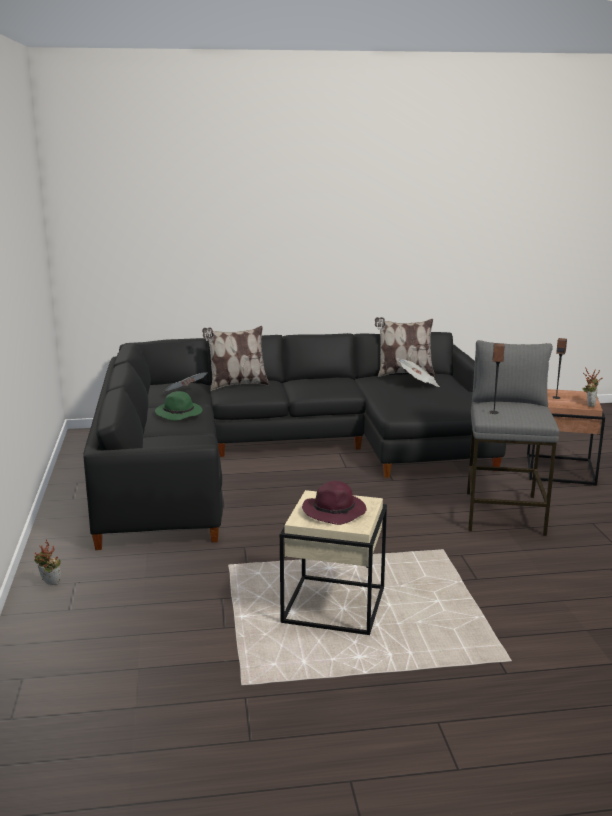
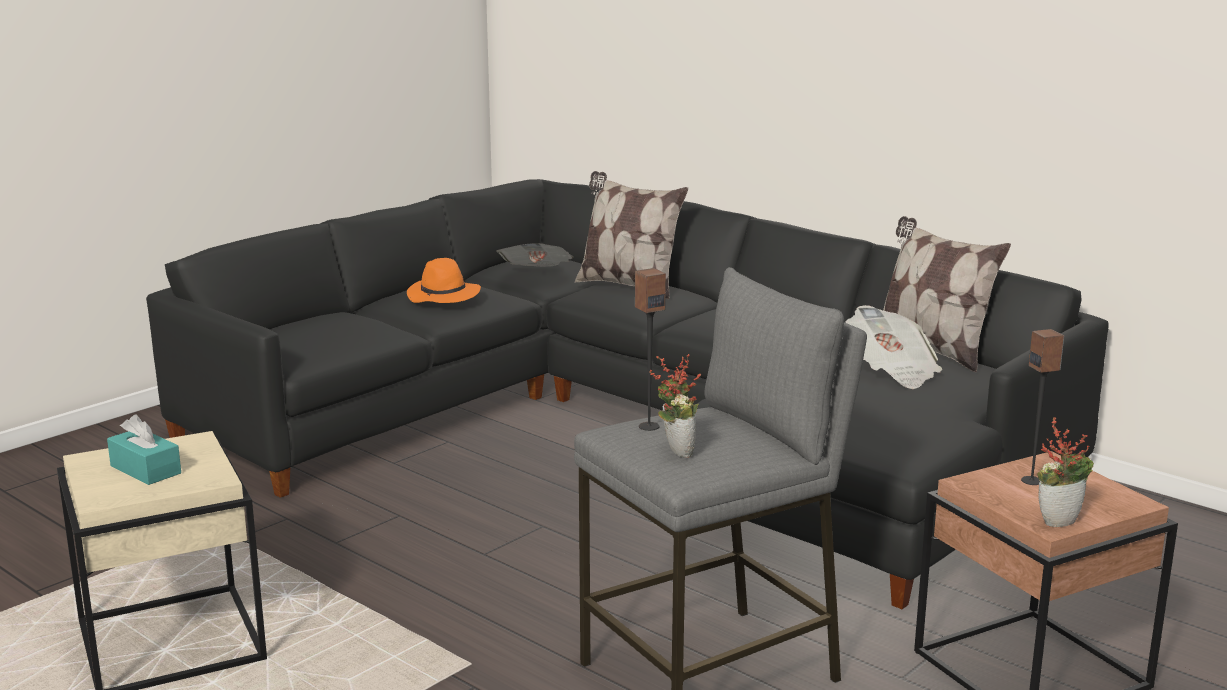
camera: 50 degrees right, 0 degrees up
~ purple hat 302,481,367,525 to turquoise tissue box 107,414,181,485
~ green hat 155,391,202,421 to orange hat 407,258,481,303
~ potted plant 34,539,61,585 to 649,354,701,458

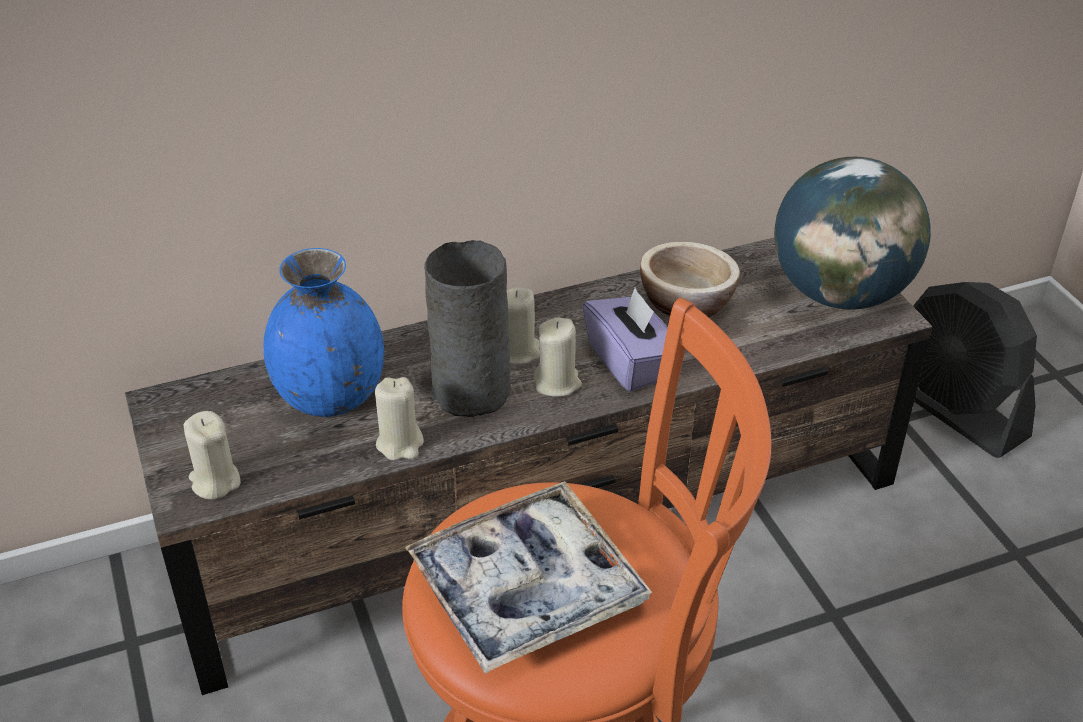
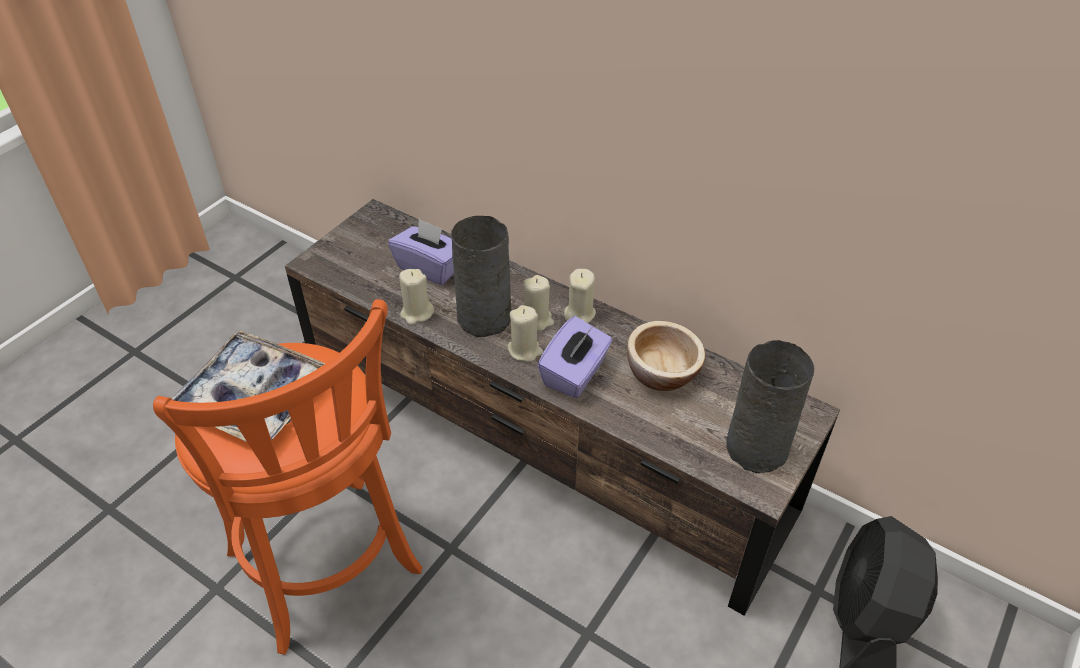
camera: 55 degrees right, 5 degrees up
~ blue vase 264,248,384,417 to purple tissue box 388,219,454,285
~ beige candle 183,411,241,499 to 564,269,596,323
~ globe 774,157,930,310 to grey vase 726,340,814,473

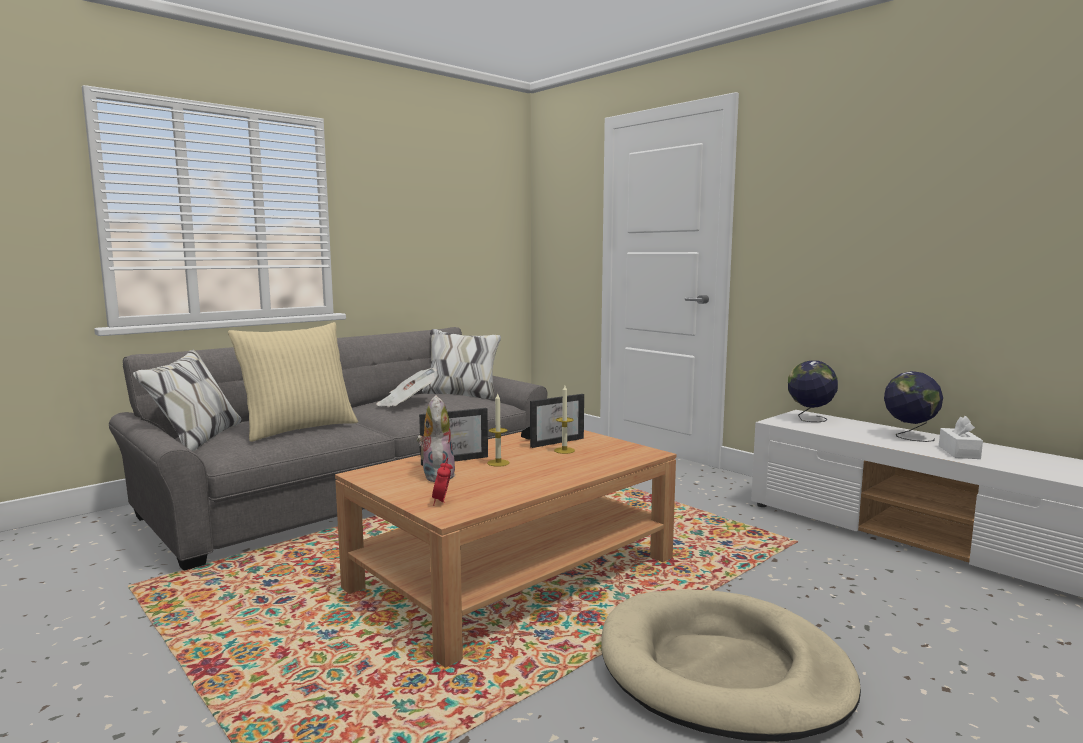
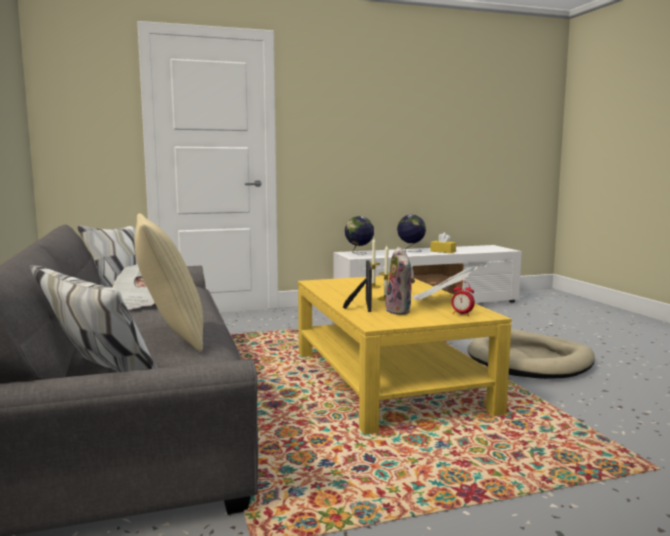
camera: 65 degrees left, 0 degrees up
~ brown coffee table 335,430,676,668 to yellow coffee table 298,275,512,435
~ plush toy 417,395,455,482 = 386,247,415,315 120 degrees counterclockwise
+ newspaper 413,266,478,301
~ white tissue box 939,416,983,459 to yellow tissue box 430,233,456,253
- picture frame 521,394,584,448

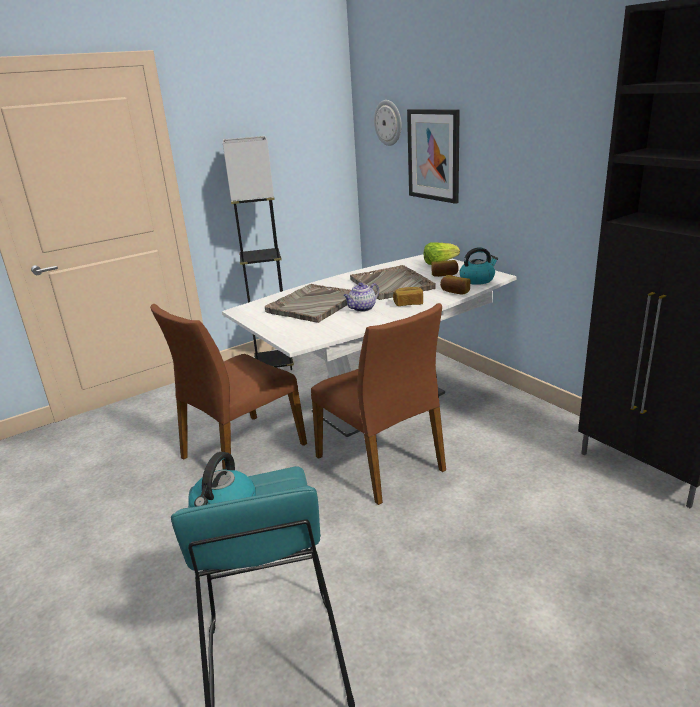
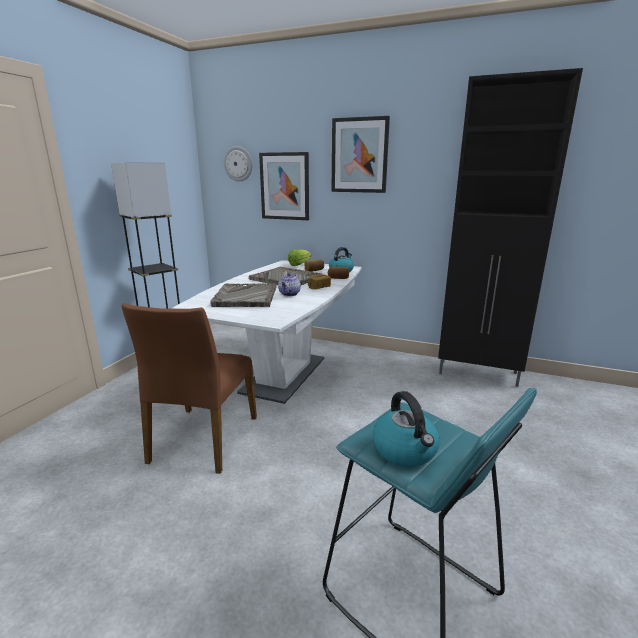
camera: 35 degrees left, 5 degrees down
+ picture 331,116,390,193
- brown chair 311,303,446,505

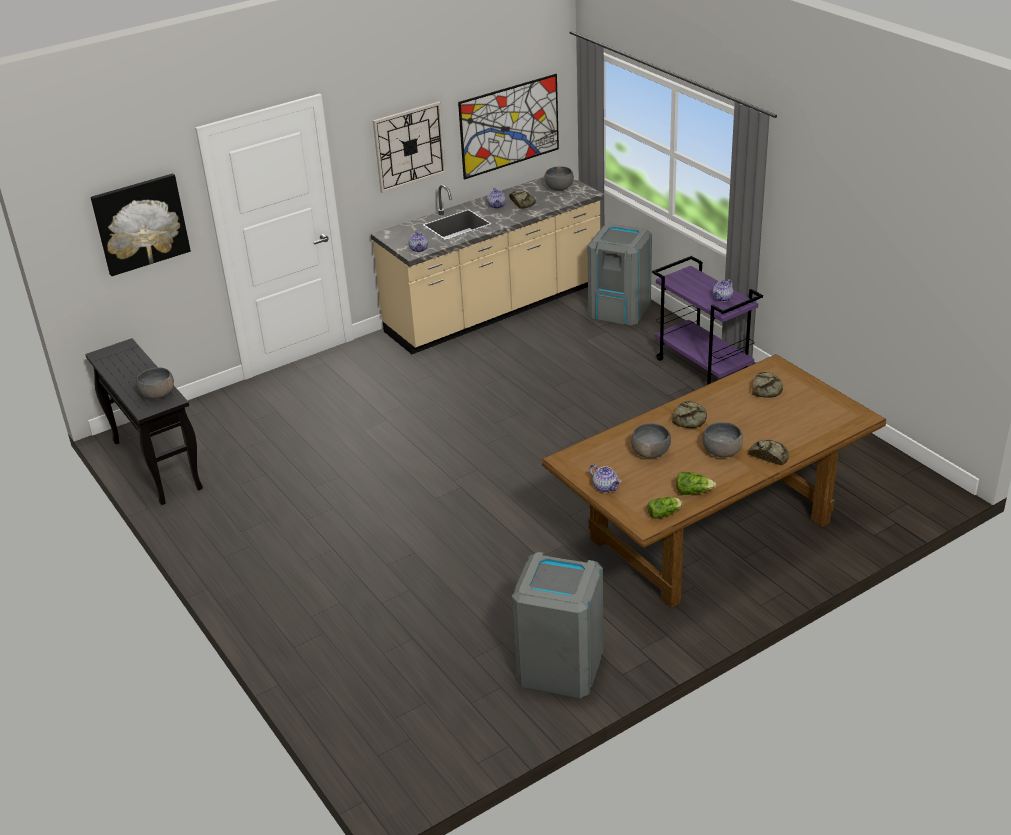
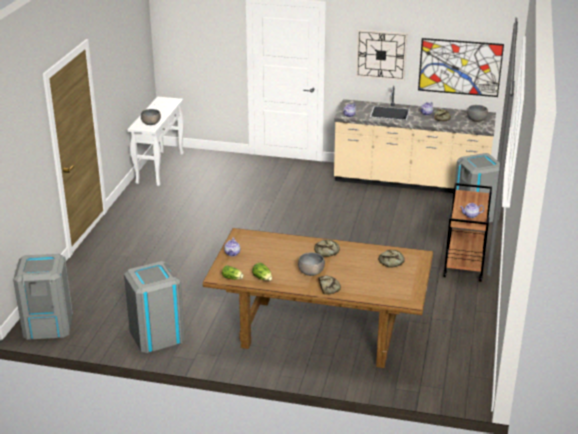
camera: 45 degrees right, 5 degrees down
+ grey trash can 13,254,73,340
~ black console table 85,338,203,505 to white console table 128,96,184,186
~ purple cart 652,256,763,385 to brown cart 443,183,492,282
- picture 91,174,191,276
- grey bowl 631,423,671,458

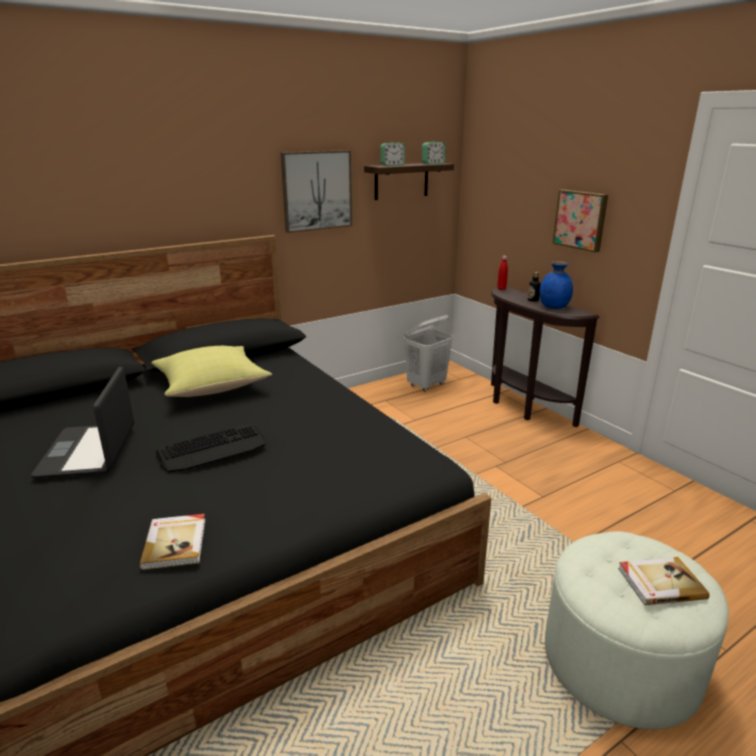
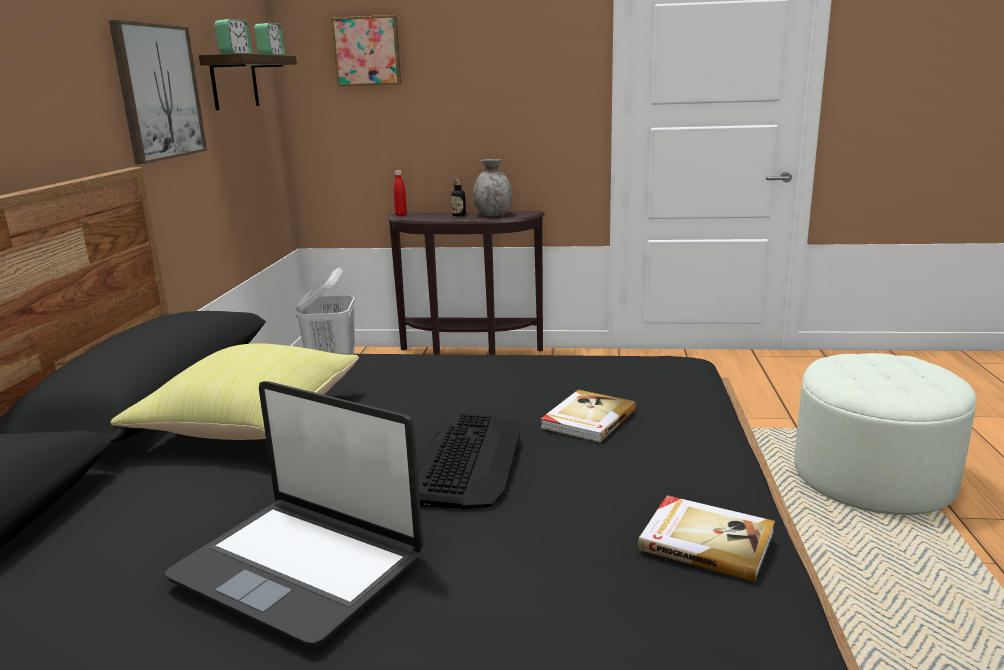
camera: 50 degrees left, 5 degrees down
~ picture 552,189,608,252 to 331,15,401,86
~ blue vase 539,261,573,309 to grey vase 473,159,512,216
~ book 618,557,710,605 to 541,390,636,443

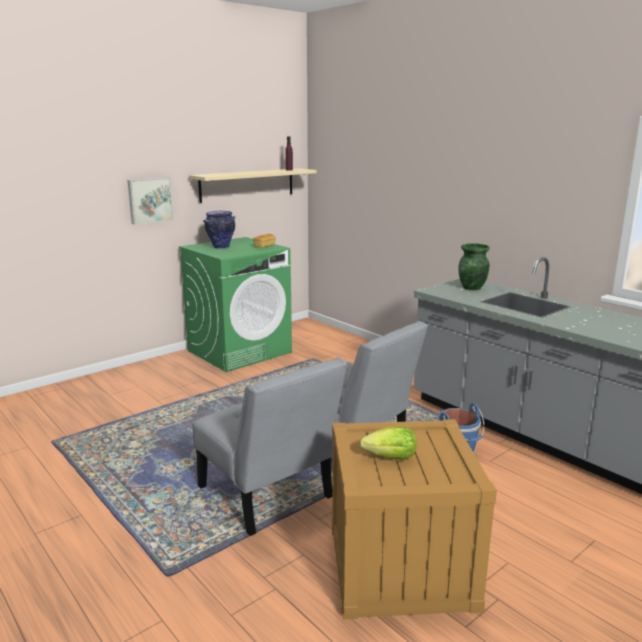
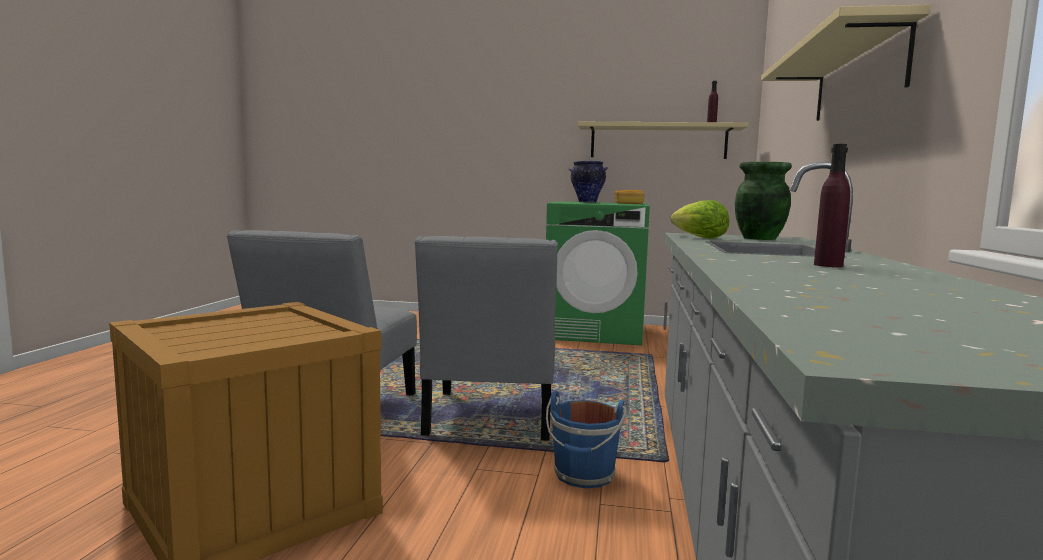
camera: 50 degrees right, 10 degrees down
~ lettuce 360,426,417,460 to 670,200,729,239
+ beige shelf 761,4,930,121
+ purple bottle 814,144,850,267
- picture 127,178,173,225

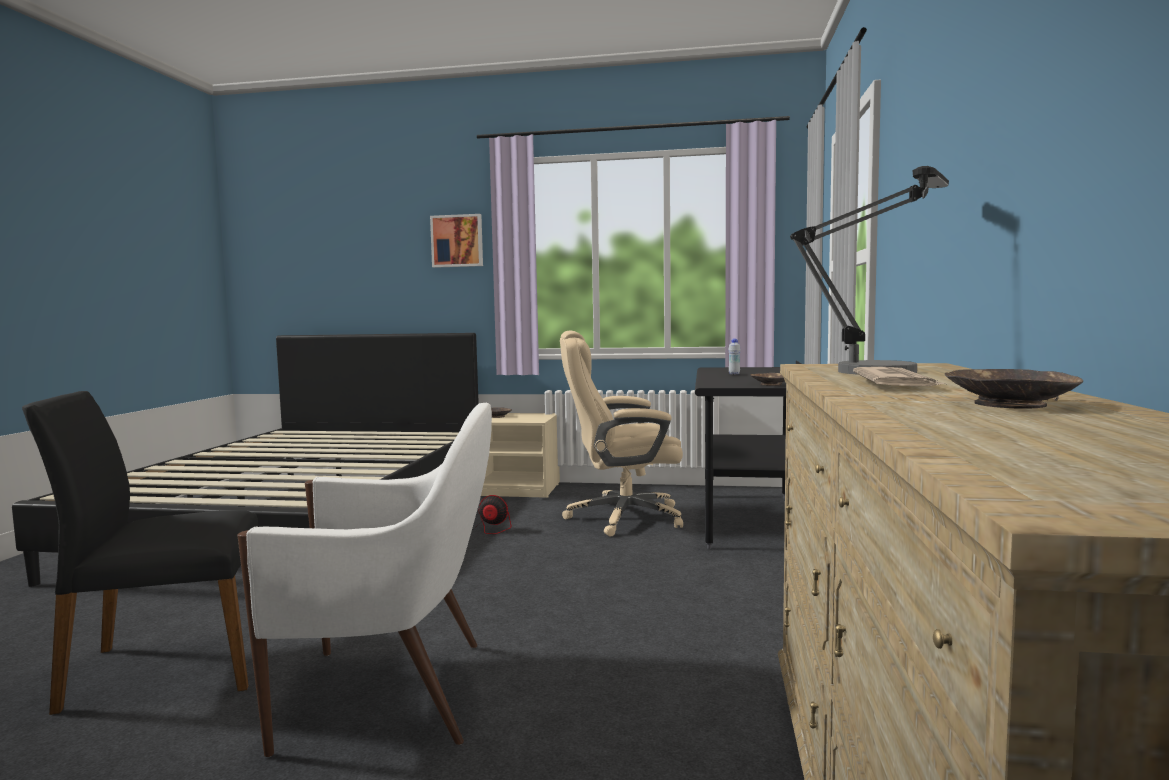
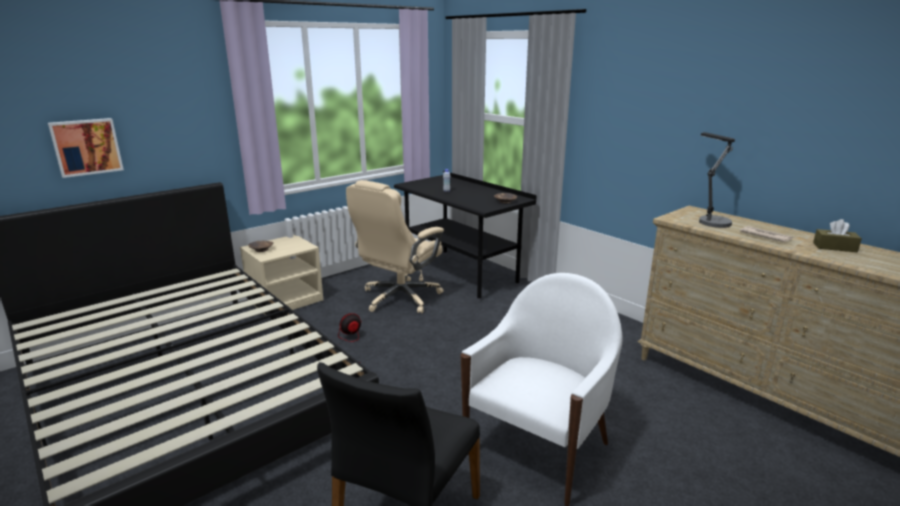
camera: 50 degrees left, 15 degrees up
~ picture 430,214,483,268 to 48,118,124,178
~ brown bowl 945,369,1083,409 to brown tissue box 813,219,862,252

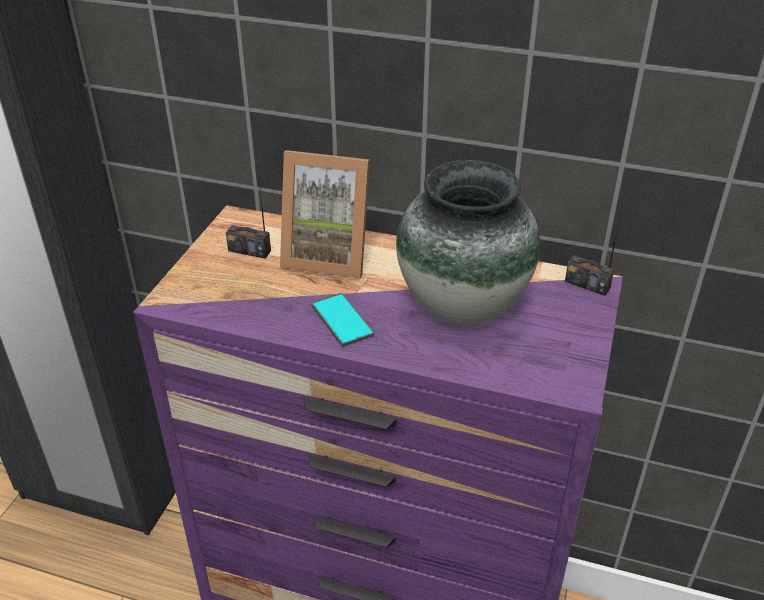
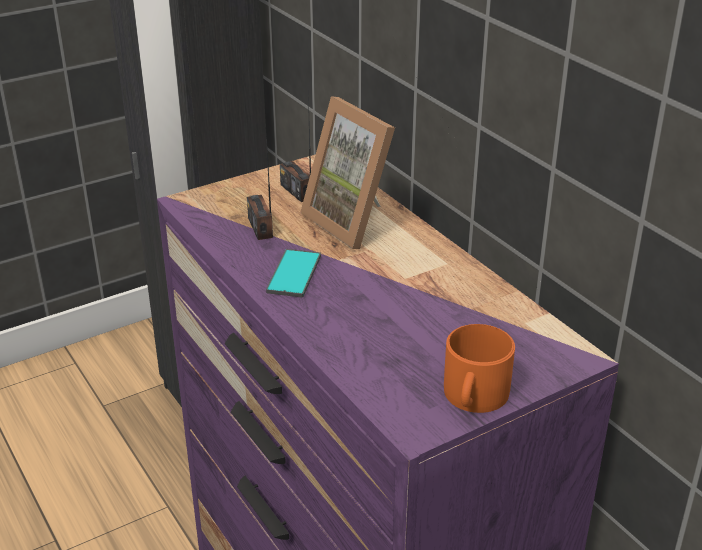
camera: 40 degrees right, 5 degrees down
~ radio 565,189,626,296 to 247,131,273,240
+ orange mug 444,324,515,413
- vase 396,160,540,325

